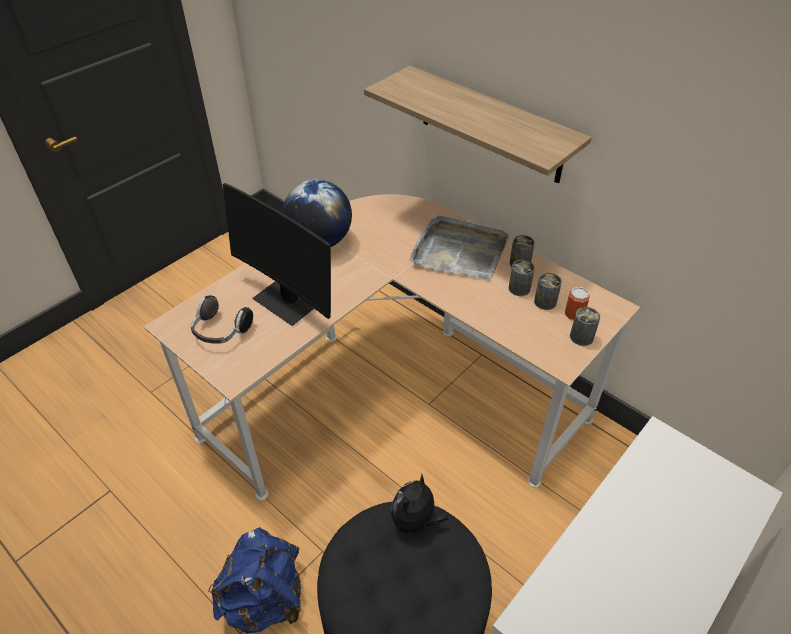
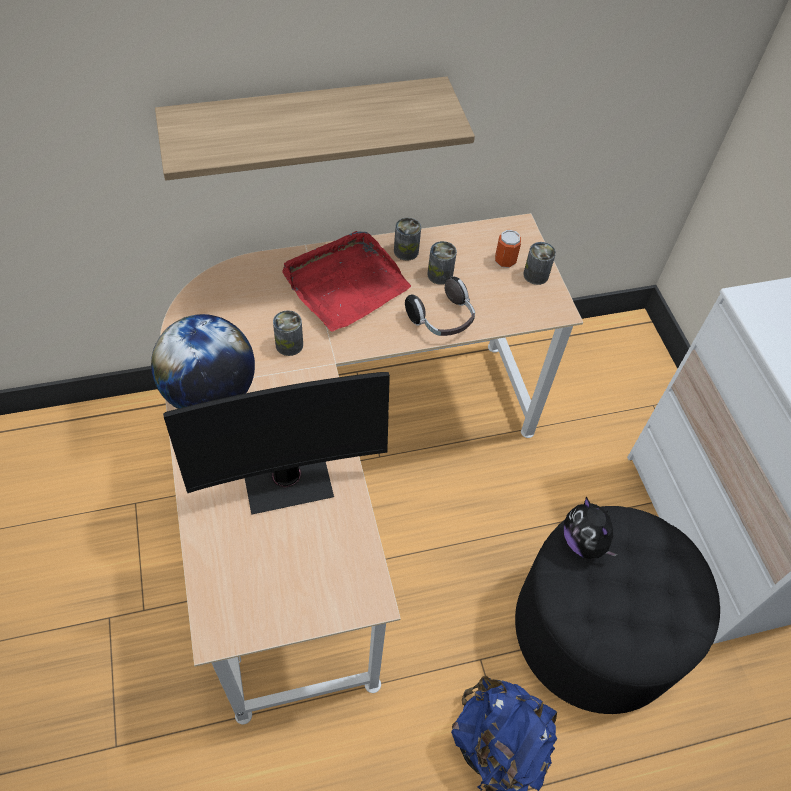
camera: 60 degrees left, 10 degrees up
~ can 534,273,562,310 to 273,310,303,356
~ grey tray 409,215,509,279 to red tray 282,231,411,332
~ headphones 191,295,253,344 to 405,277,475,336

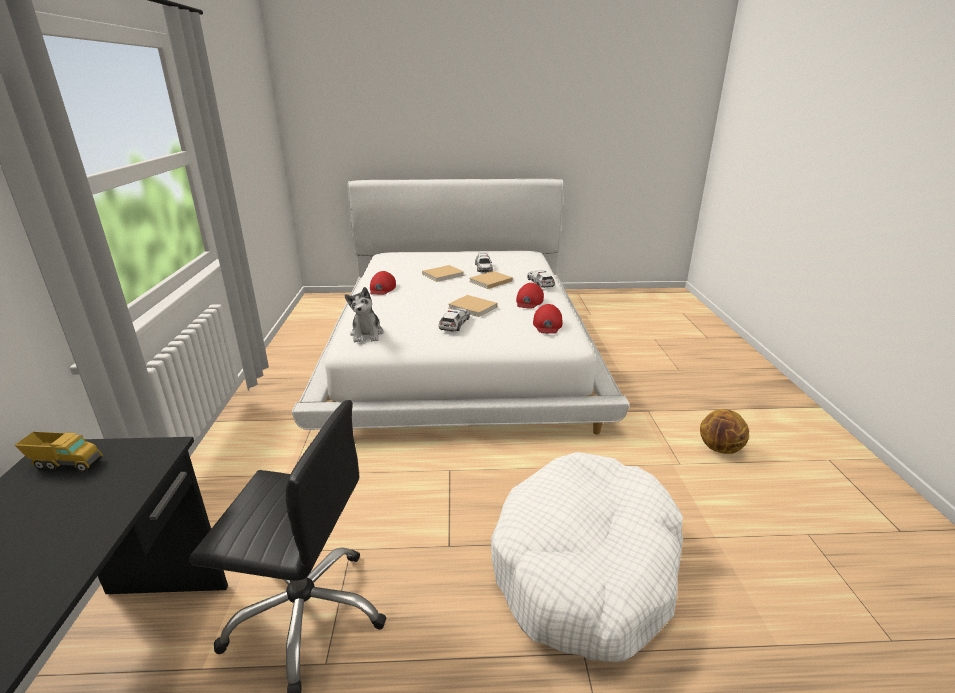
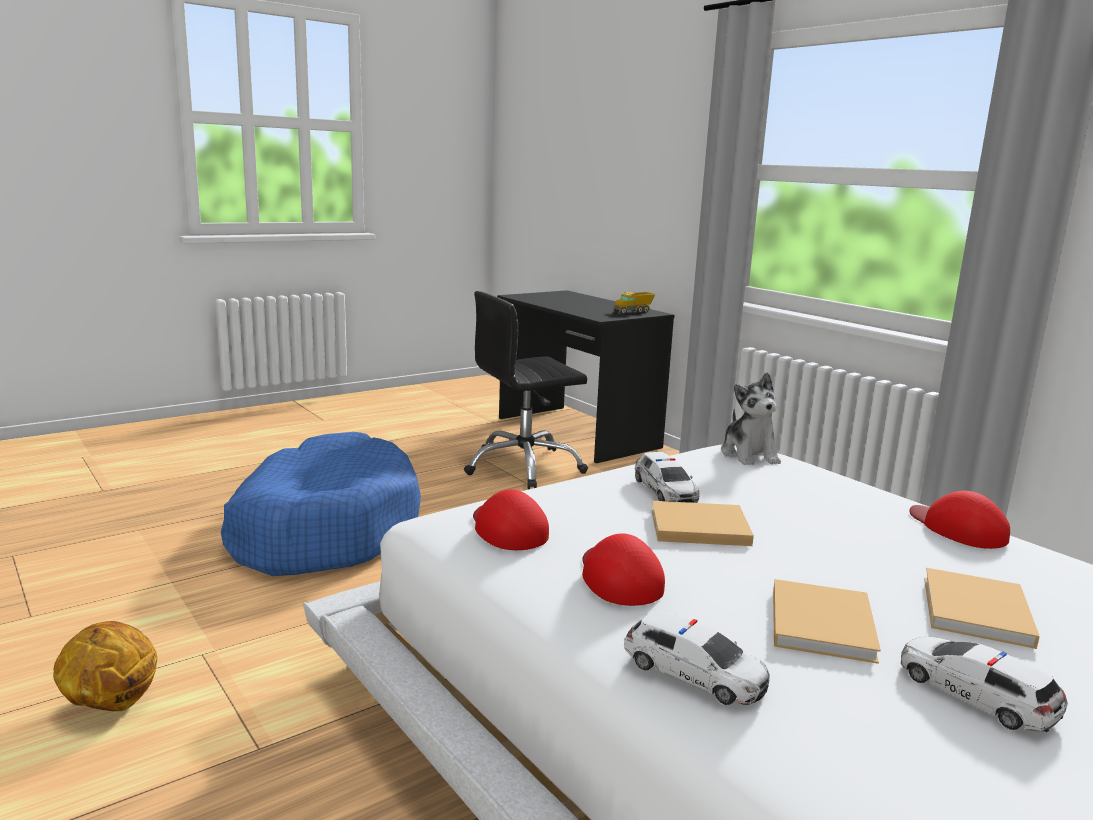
camera: 145 degrees right, 10 degrees down
~ white dog bed 491,452,683,662 to blue dog bed 221,432,421,576
~ plush toy 345,287,383,342 = 721,372,781,465 150 degrees counterclockwise

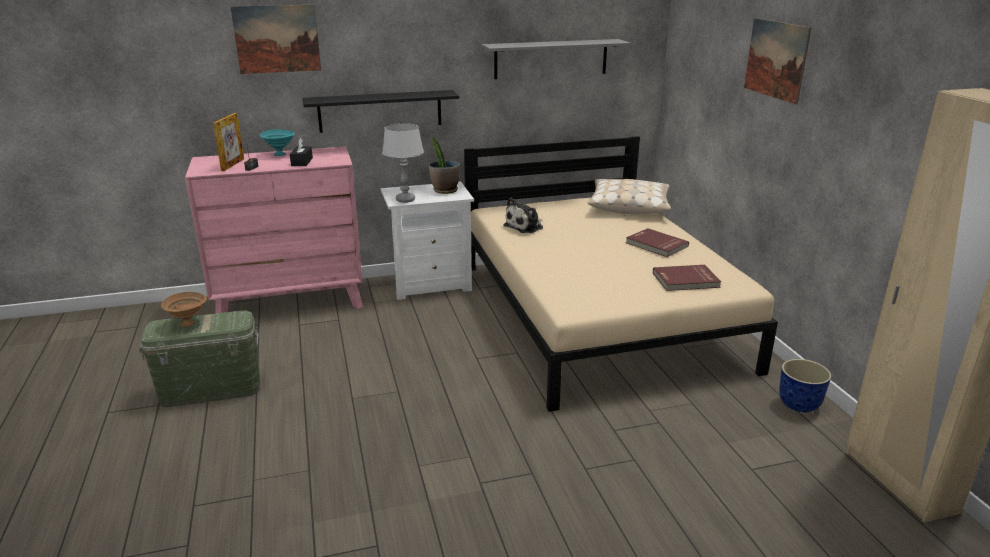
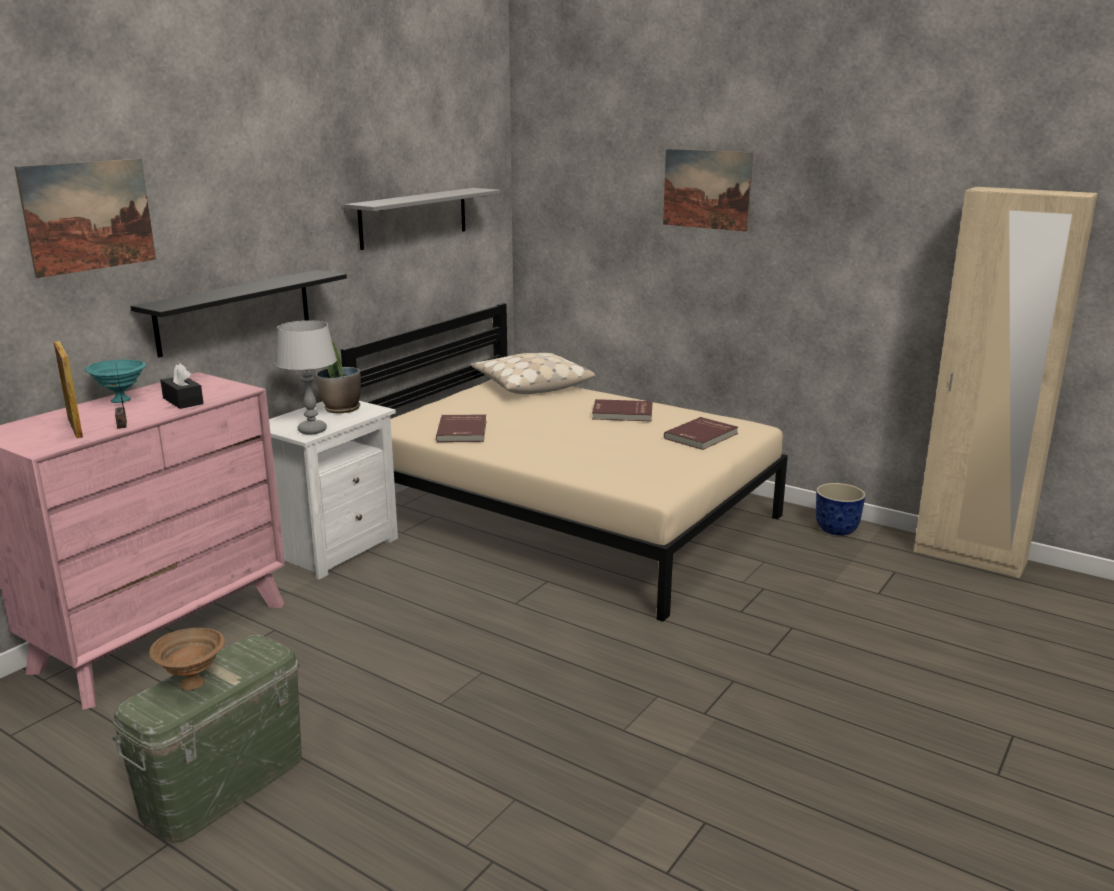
camera: 40 degrees left, 5 degrees down
~ plush toy 503,198,543,233 to red book 436,414,486,442

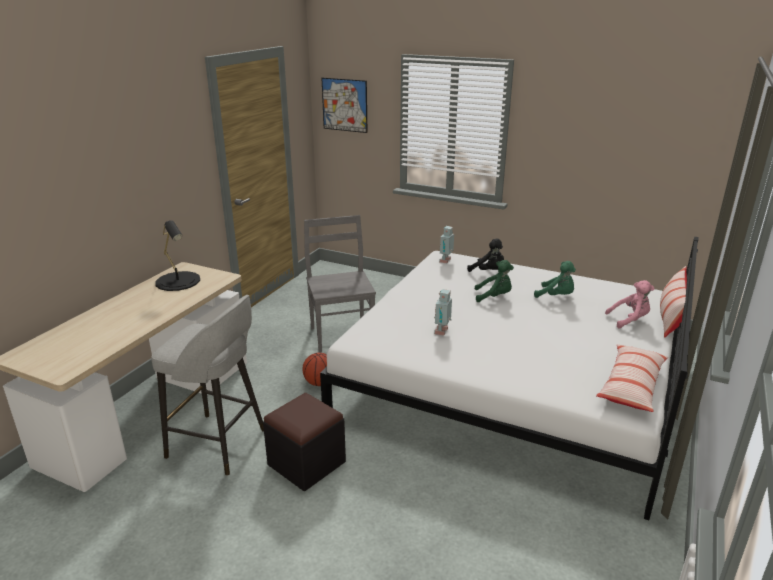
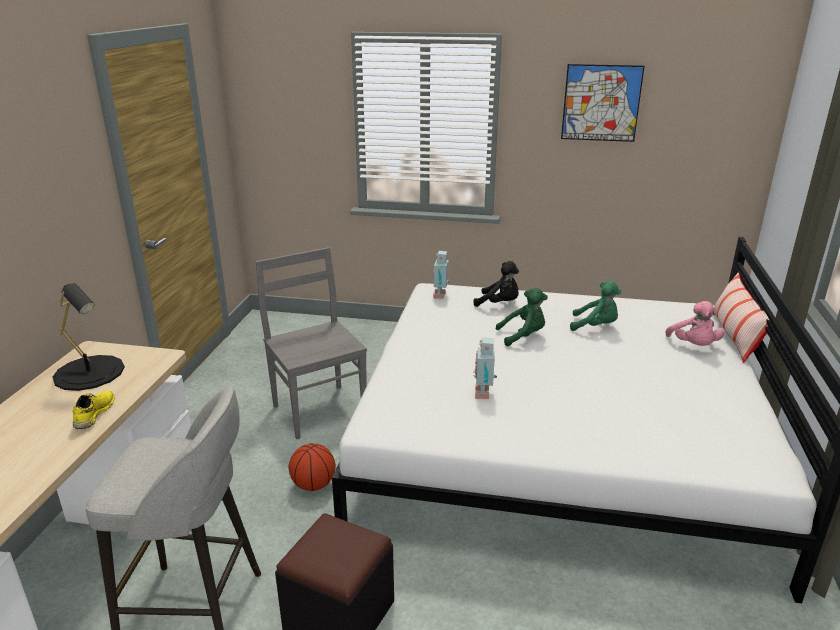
camera: 15 degrees left, 0 degrees up
+ yellow shoe 73,391,114,429
~ picture 322,78,367,133 to 561,64,645,142
~ pink plush toy 605,280,655,328 = 665,301,724,346 105 degrees clockwise
- pillow 596,344,668,412

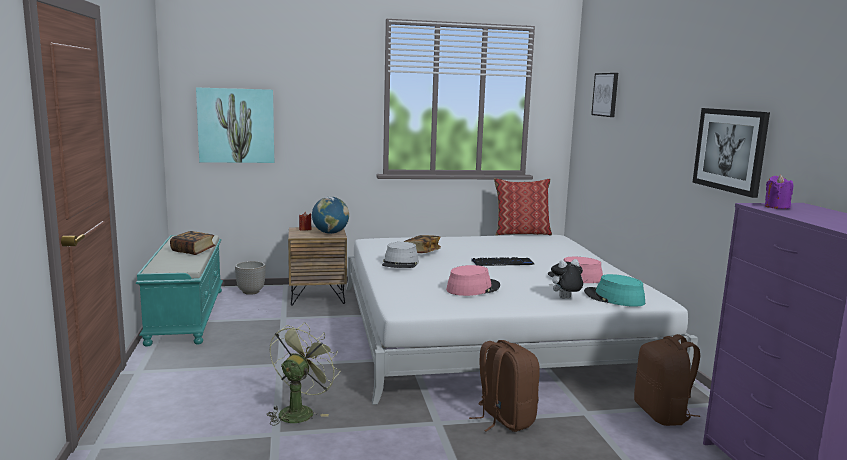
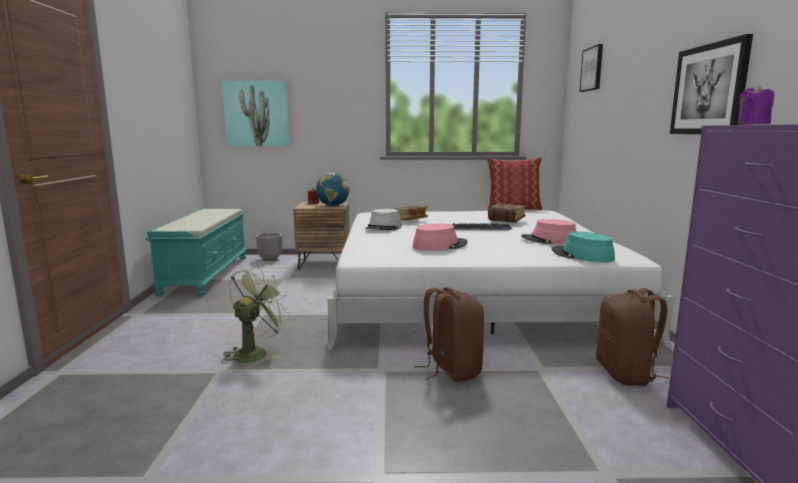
camera: 10 degrees right, 0 degrees up
~ book 170,231,216,255 to 488,203,526,223
- plush toy 549,259,583,298

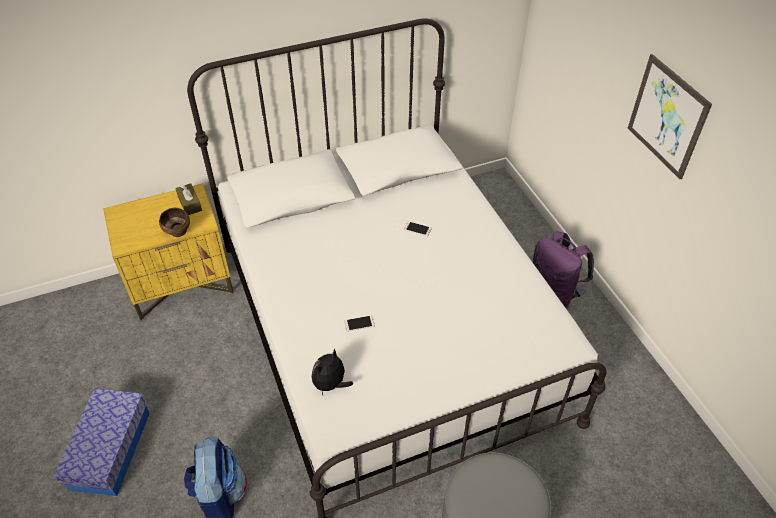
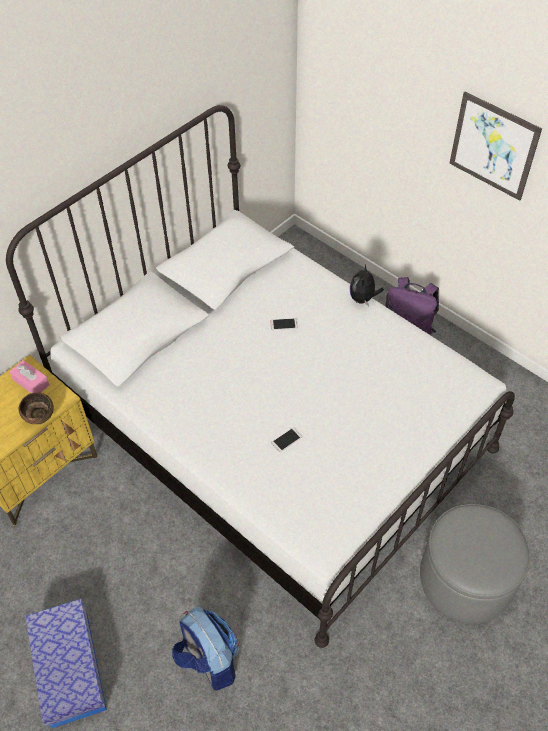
camera: 25 degrees left, 5 degrees up
~ brown tissue box 175,183,202,215 to pink tissue box 10,360,50,393
~ plush toy 312,348,353,395 to 350,264,384,306

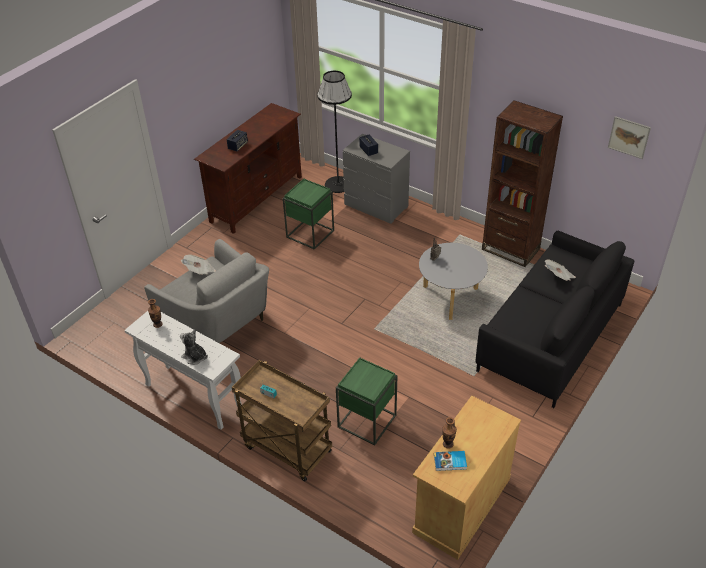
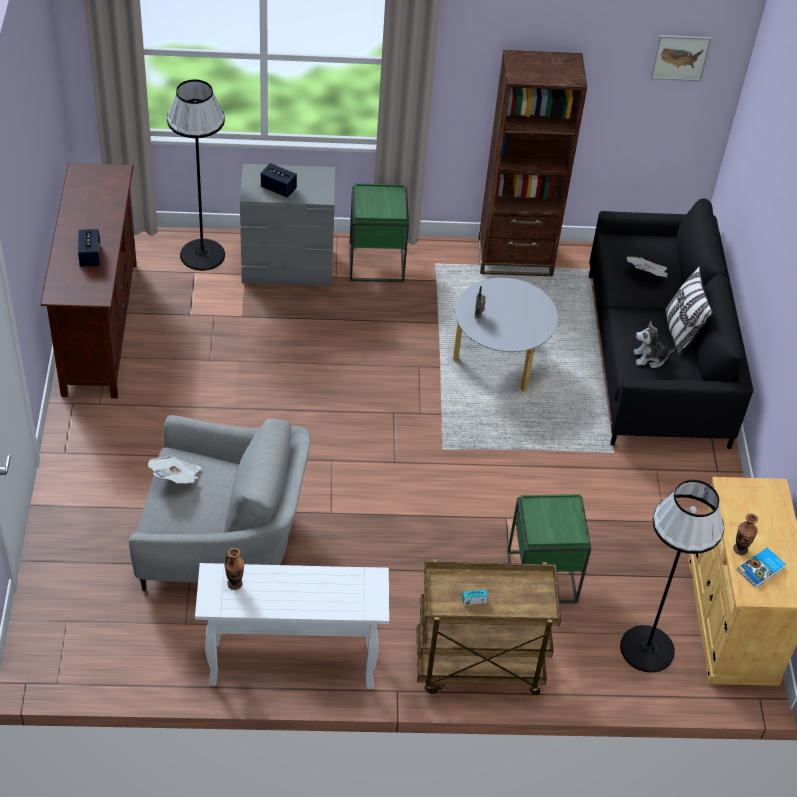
camera: 40 degrees left, 5 degrees up
~ green side table 283,179,334,250 to 349,184,409,282
+ black floor lamp 620,480,724,673
~ plush toy 180,329,208,365 to 633,321,677,368
+ pillow 665,266,713,355

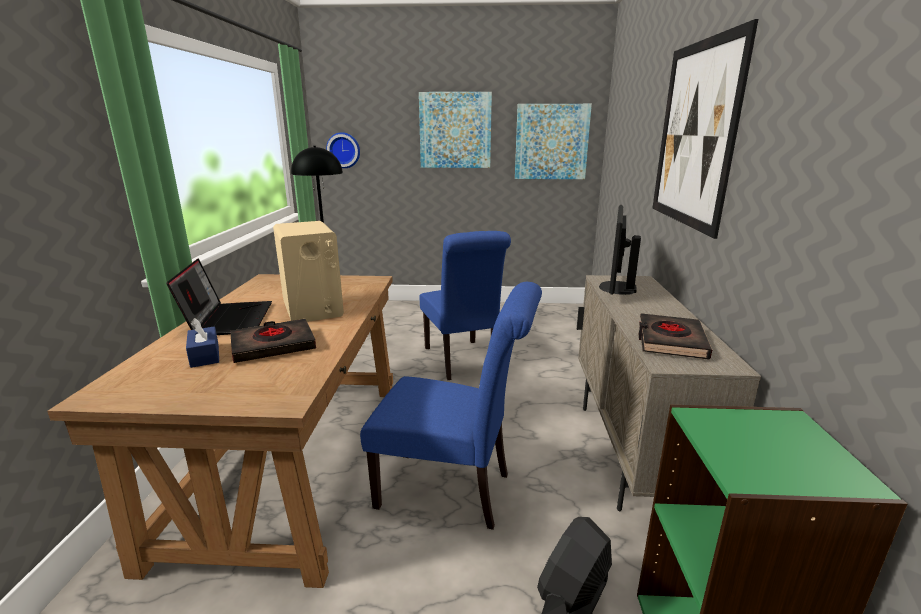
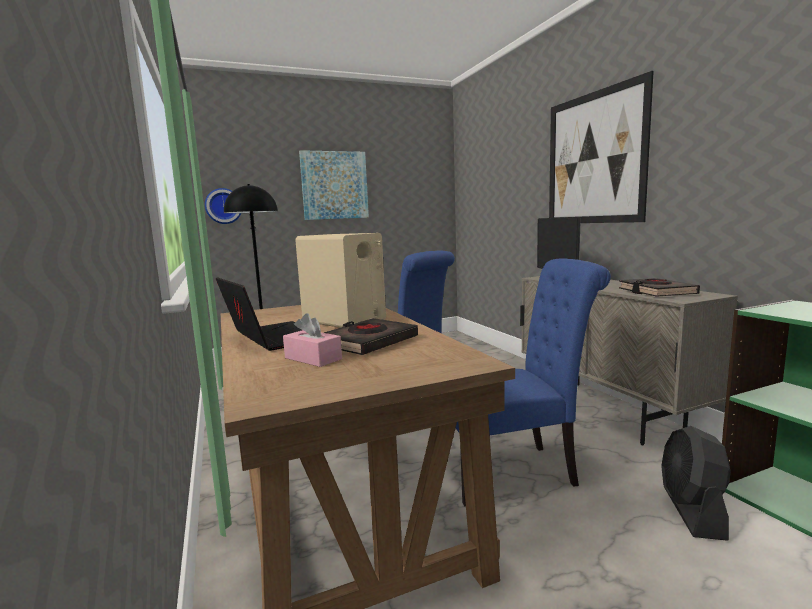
camera: 25 degrees left, 10 degrees down
~ blue tissue box 186,318,219,368 to pink tissue box 283,313,342,367
- picture 515,104,592,179

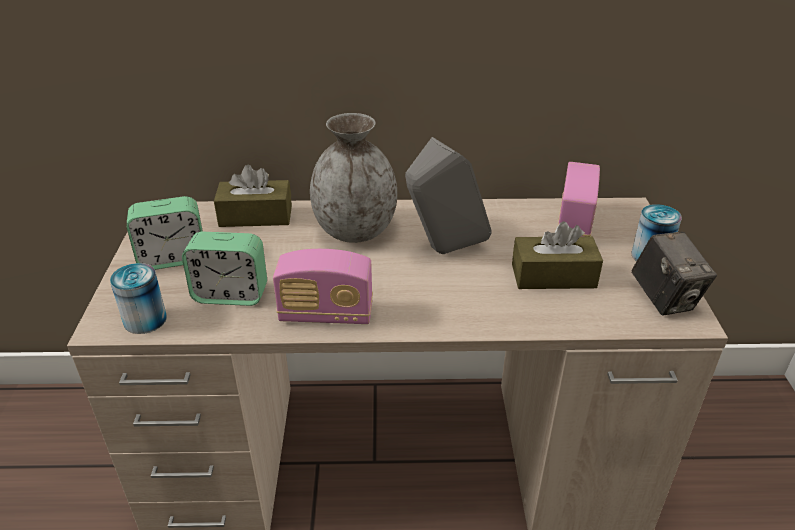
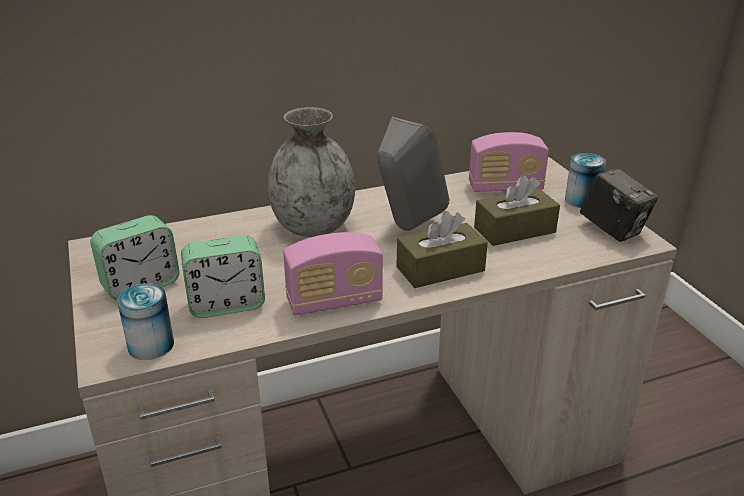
camera: 20 degrees left, 5 degrees down
~ brown tissue box 214,165,292,227 to 397,211,488,288
~ radio 558,162,600,236 = 469,132,549,192 90 degrees clockwise

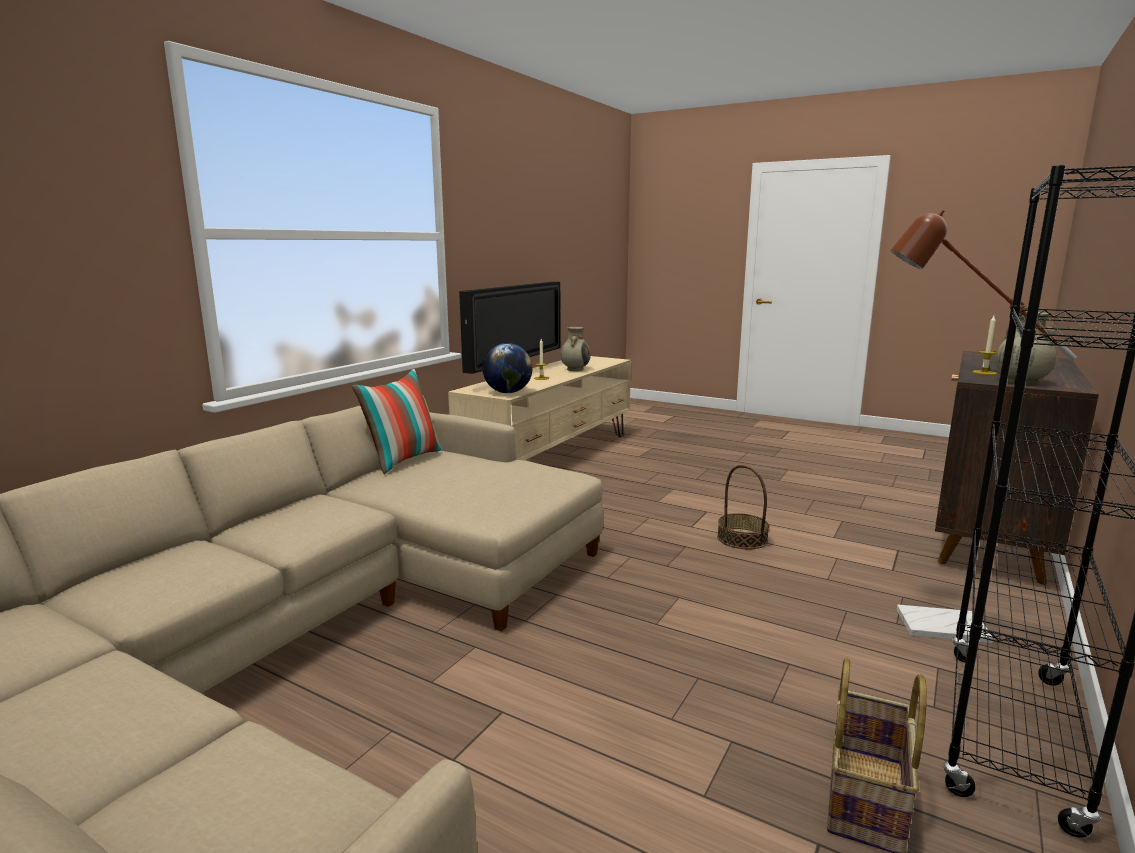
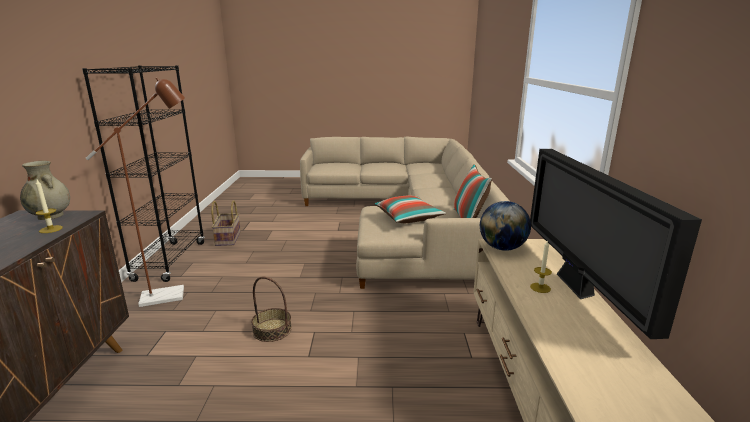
camera: 150 degrees right, 5 degrees up
+ pillow 374,195,446,223
- beige vase 560,327,591,371

